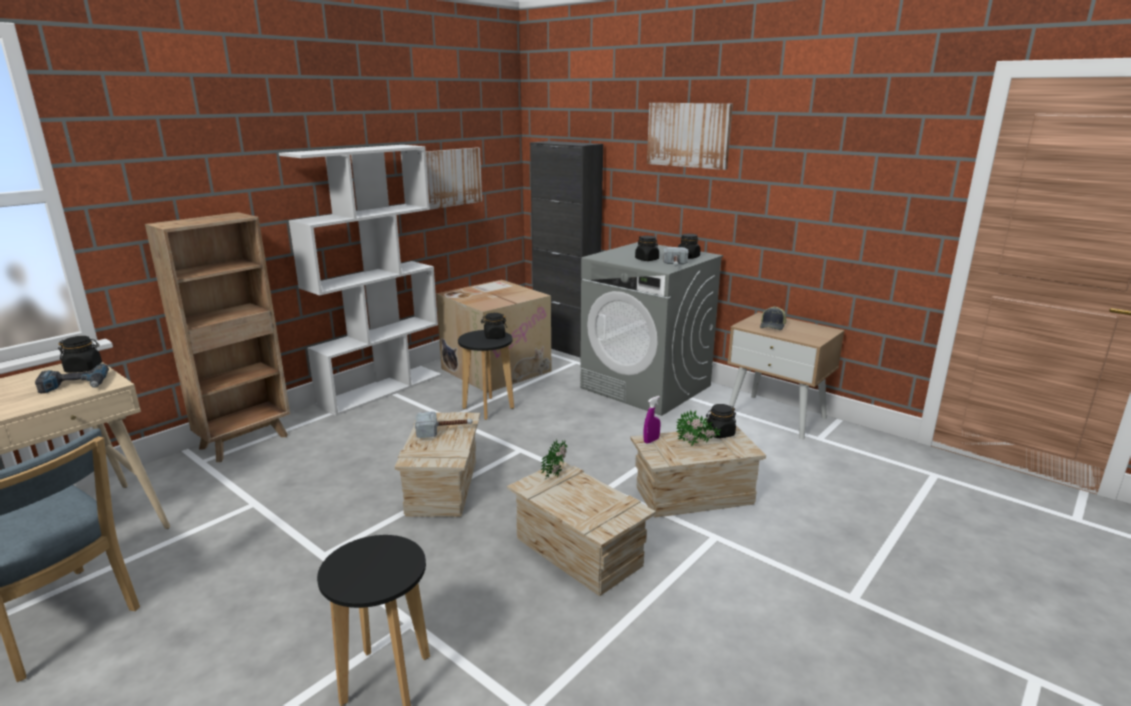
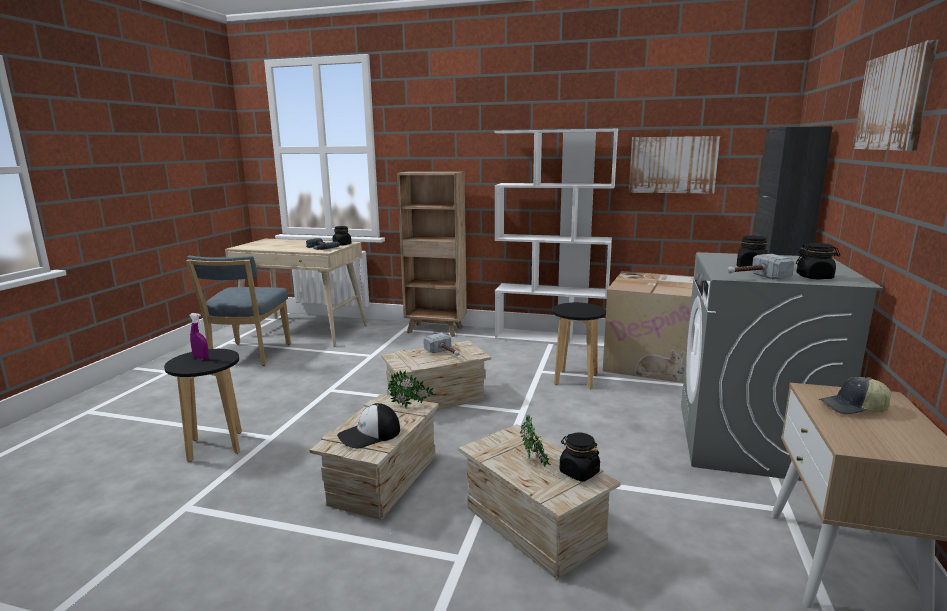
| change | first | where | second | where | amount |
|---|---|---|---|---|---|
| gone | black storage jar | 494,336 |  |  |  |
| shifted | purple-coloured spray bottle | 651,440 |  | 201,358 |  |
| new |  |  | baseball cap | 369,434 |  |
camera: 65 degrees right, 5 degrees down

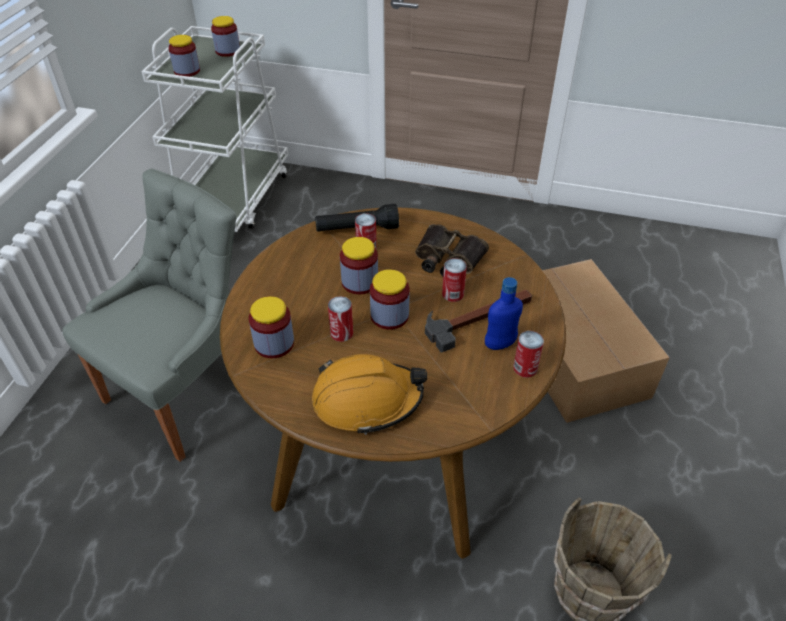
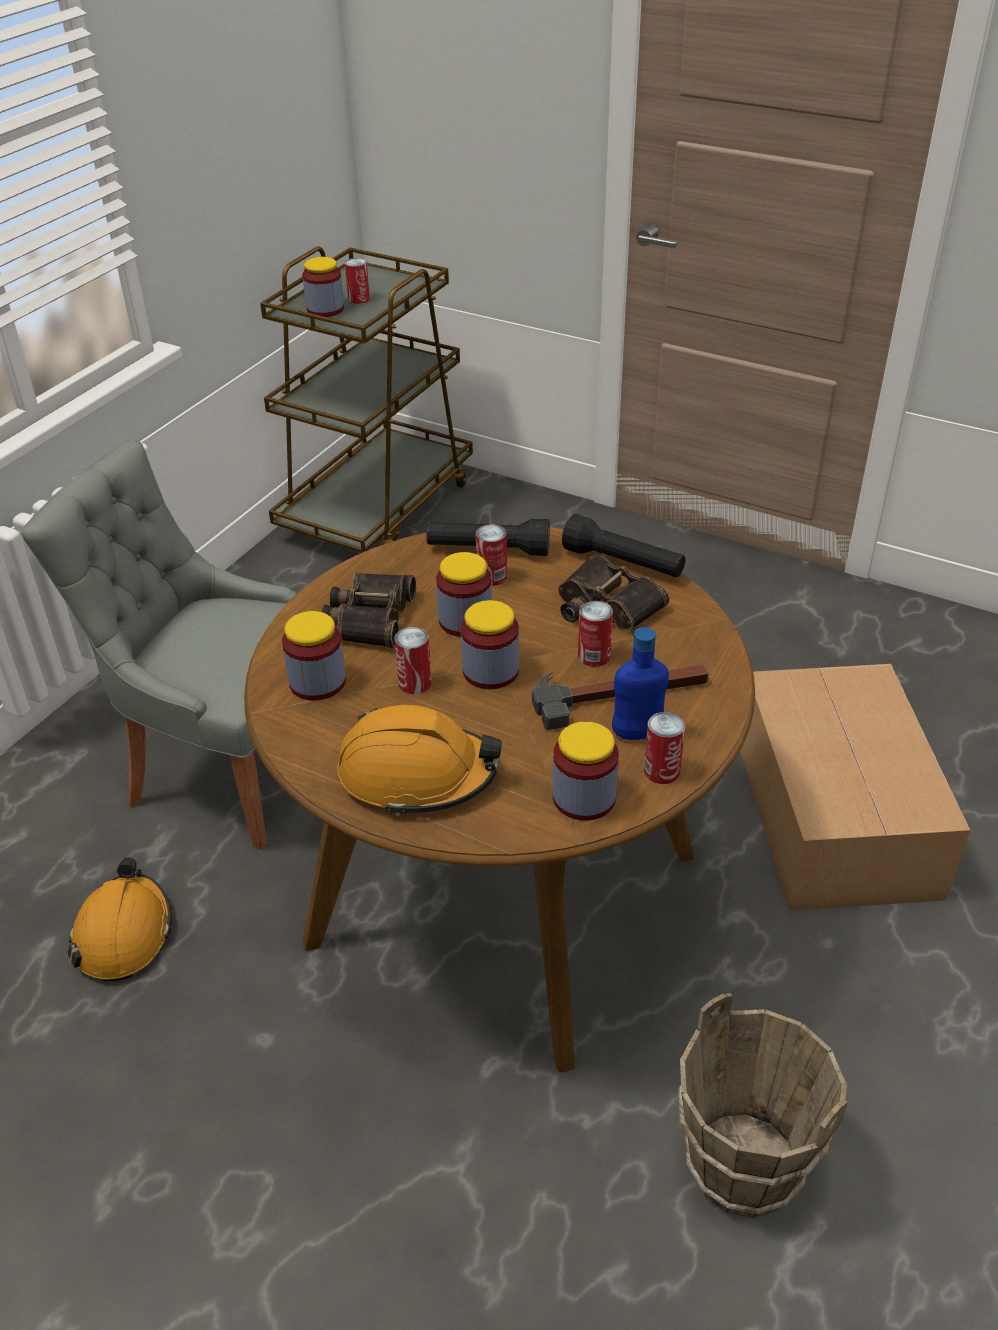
| change | first | where | second | where | amount |
|---|---|---|---|---|---|
| rotated | gray upright chair | 185,392 |  | 230,766 | 120 degrees counterclockwise |
| repainted | whitish wheeled cart | 233,197 | brown wheeled cart | 377,506 |  |
| shifted | storage jar | 228,51 |  | 584,798 |  |
| new |  |  | orangey safety helmet | 123,933 |  |
| new |  |  | pair of binoculars | 369,617 |  |
| new |  |  | can | 359,299 |  |
| new |  |  | black flashlight | 623,563 |  |
camera: 15 degrees right, 5 degrees down

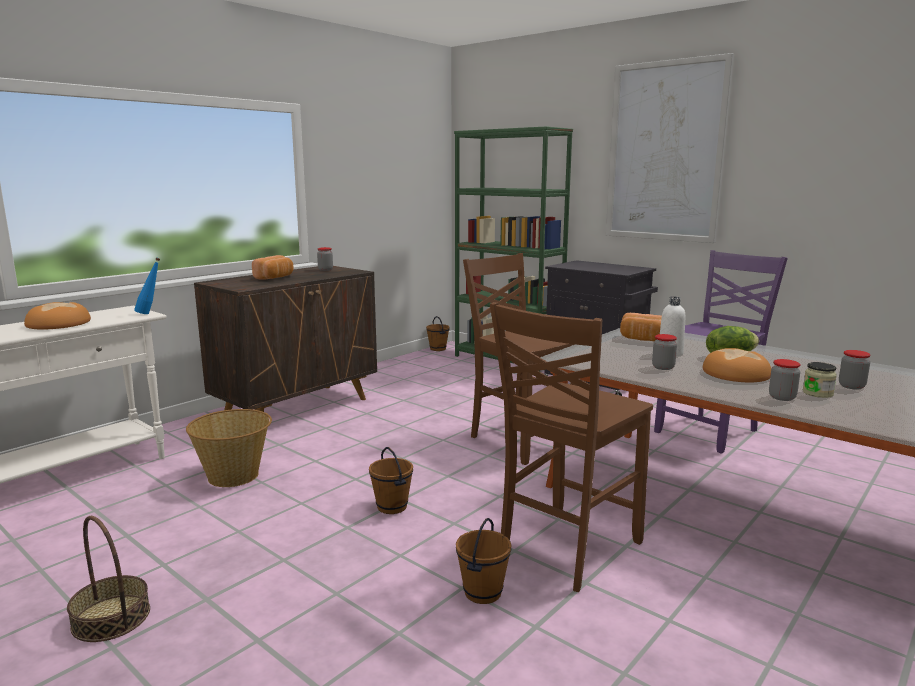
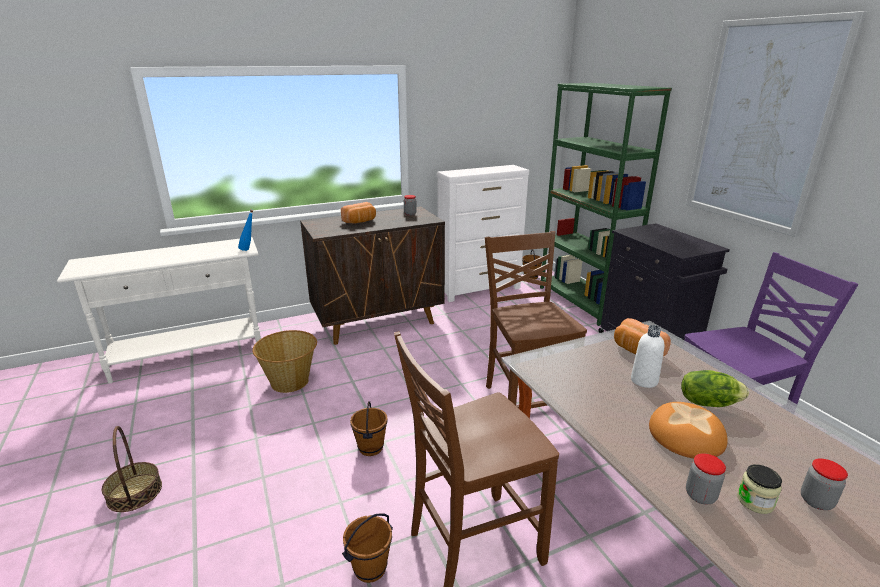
| change | first | where | second | where | amount |
|---|---|---|---|---|---|
| gone | baked bread | 58,324 |  |  |  |
| gone | storage jar | 663,367 |  |  |  |
| new |  |  | whitish chest of drawers | 480,290 |  |
camera: 25 degrees right, 10 degrees up

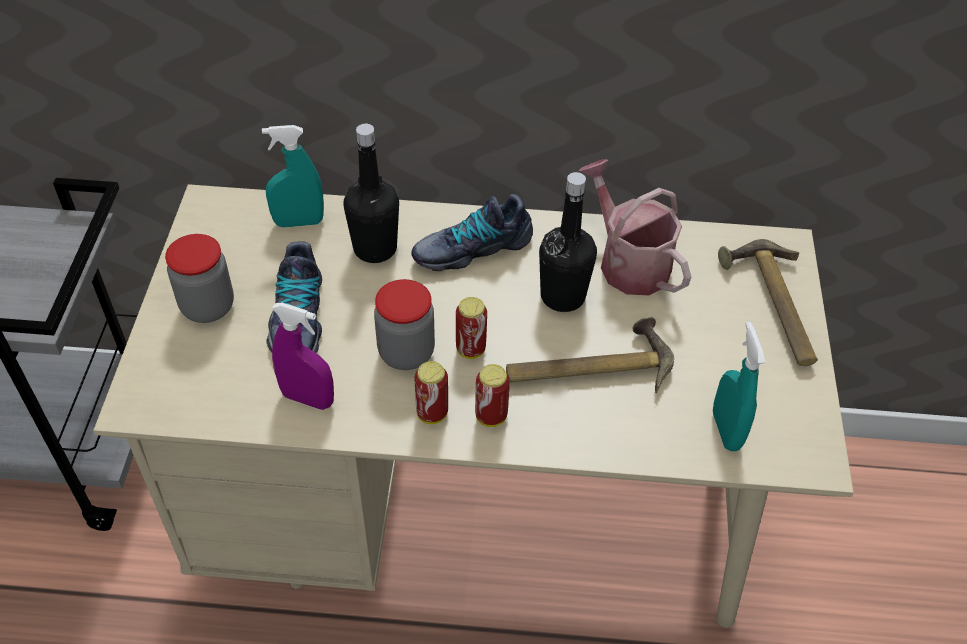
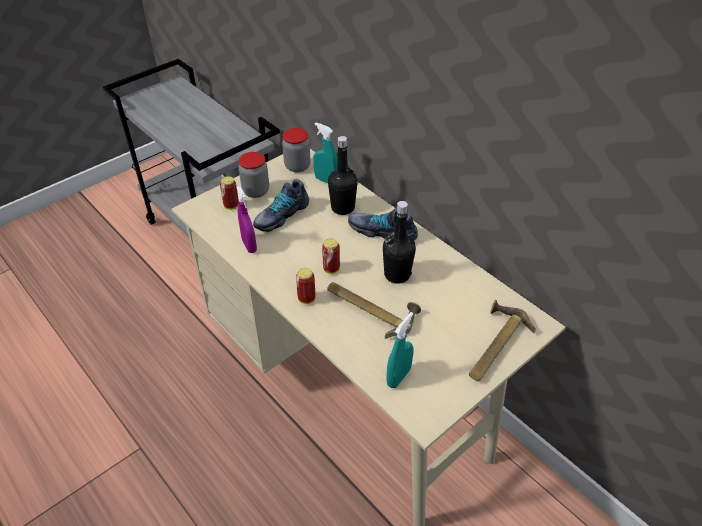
| change | first | where | second | where | amount |
|---|---|---|---|---|---|
| shifted | storage jar | 406,353 |  | 297,166 |  |
| shifted | can | 432,413 |  | 231,206 |  |
| gone | watering pot | 628,262 |  |  |  |
camera: 45 degrees right, 5 degrees down

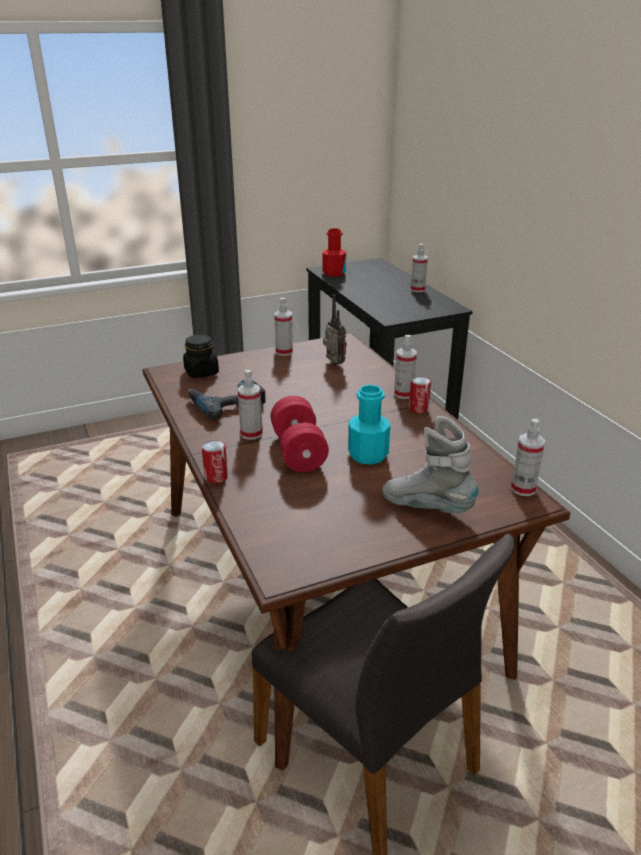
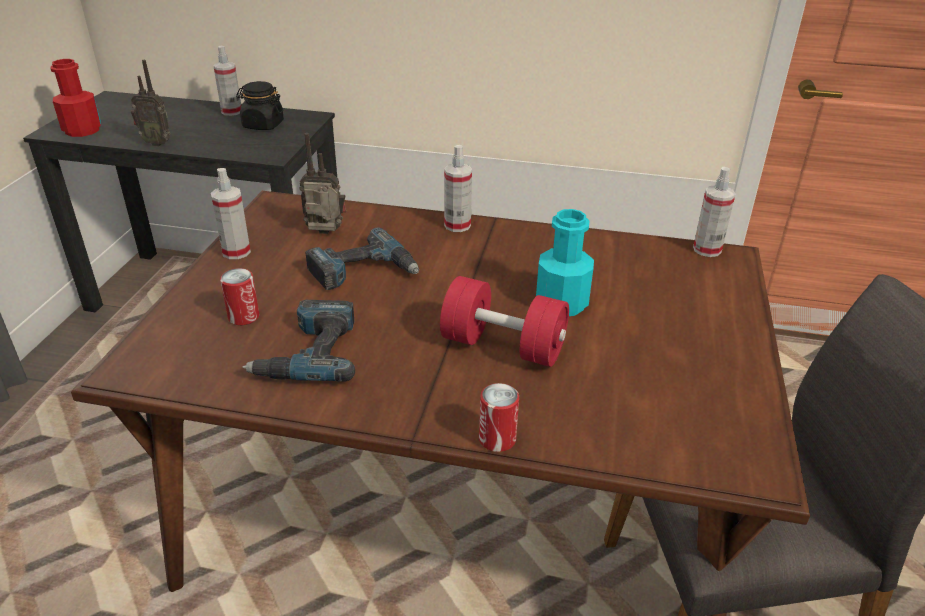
| change | first | where | second | where | amount |
|---|---|---|---|---|---|
| shifted | black storage jar | 201,372 |  | 263,125 |  |
| gone | spray bottle | 251,434 |  |  |  |
| gone | gray tall boot | 427,507 |  |  |  |
| shifted | can | 418,409 |  | 243,317 |  |
| new |  |  | radio | 157,143 |  |
| new |  |  | drill | 363,271 |  |
camera: 55 degrees left, 5 degrees up

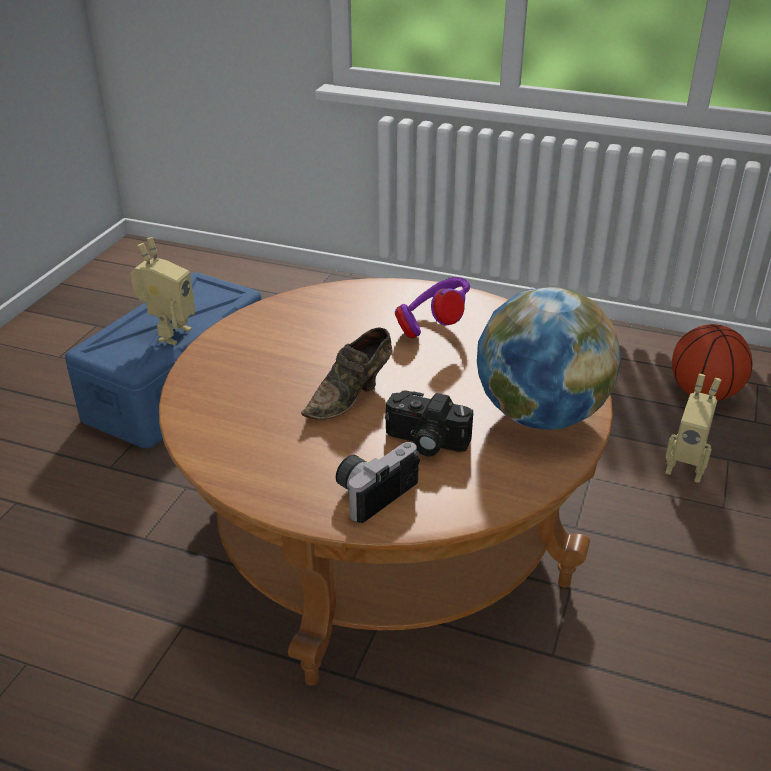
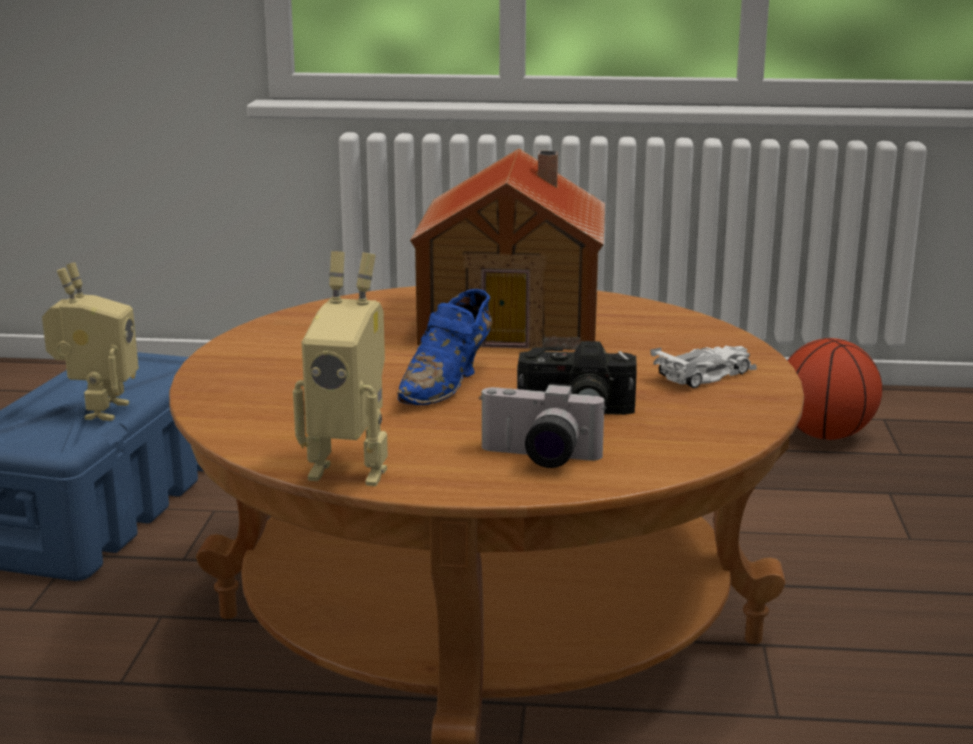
| change | first | where | second | where | amount |
|---|---|---|---|---|---|
| repainted | brown item of footwear | 351,396 | bluish item of footwear | 448,384 |  |
| rotated | still camera | 373,491 |  | 538,458 | 105 degrees counterclockwise |
| swapped | purple-coloured headset | 434,327 | miniature house | 516,319 |  |
| swapped | world globe | 539,415 | whitish miniature car | 705,375 |  |
| shifted | model robot | 685,468 |  | 351,469 |  |
camera: 15 degrees left, 15 degrees down

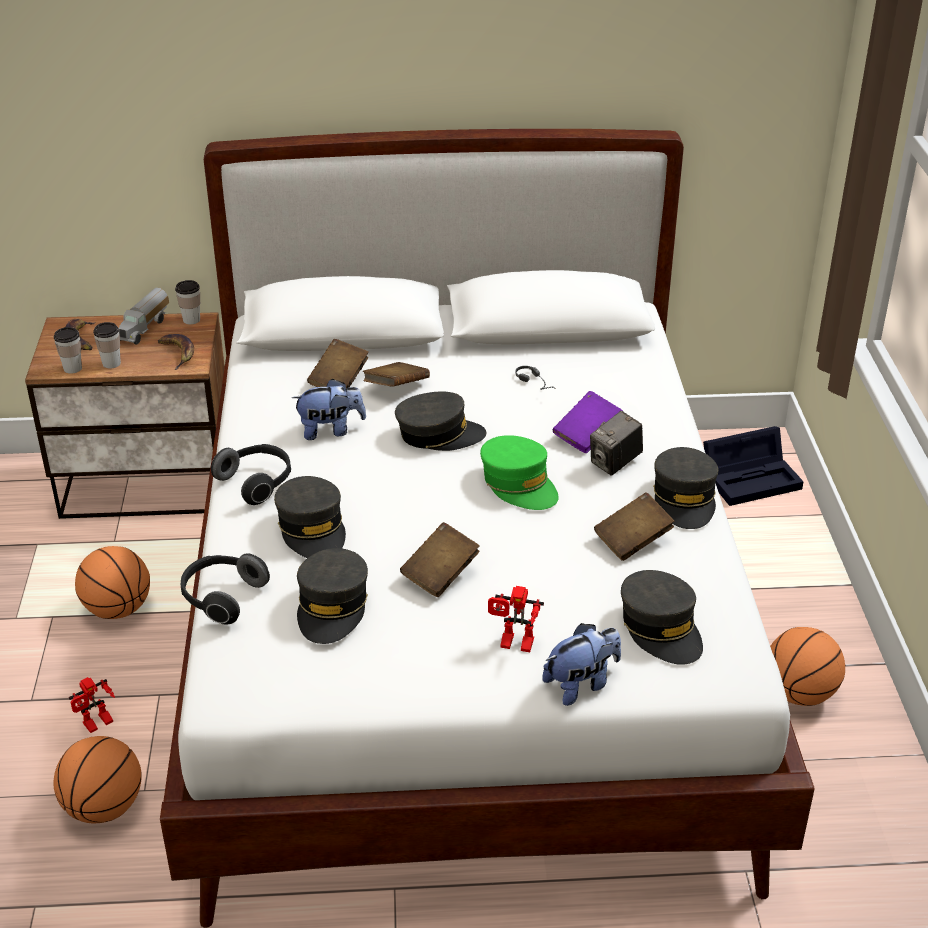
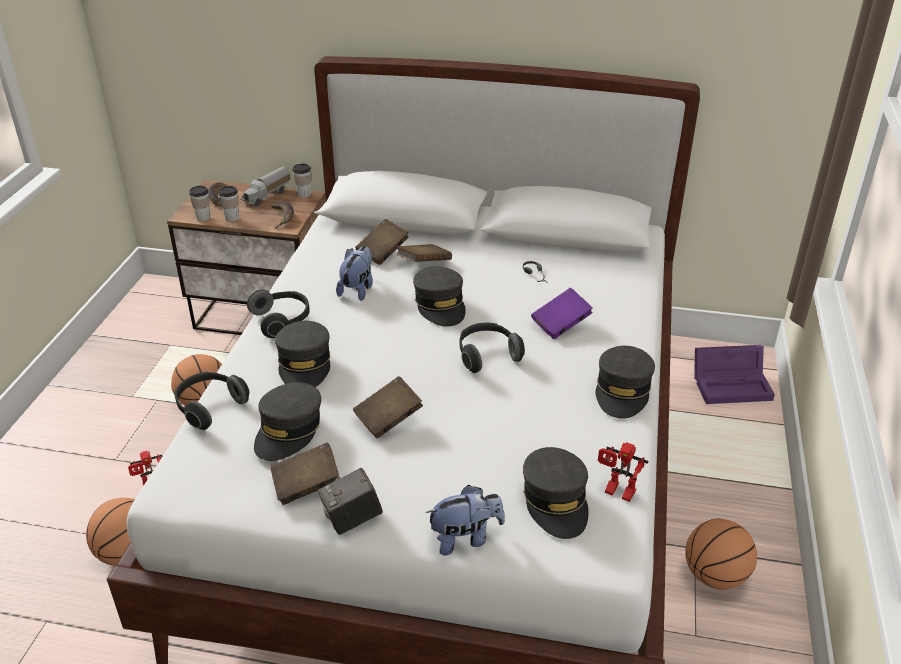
| change | first | where | second | where | amount |
|---|---|---|---|---|---|
| rotated | cuddly toy | 330,430 |  | 358,289 | 75 degrees counterclockwise |
| rotated | gray baseball cap | 439,434 |  | 440,305 | 60 degrees clockwise |
| swapped | greenish baseball cap | 519,484 | headset | 487,355 |  |
| shifted | model robot | 513,645 |  | 616,493 |  |
| shifted | still camera | 615,463 |  | 352,520 |  |
| shifted | brown book | 633,540 |  | 306,486 |  |
| repainted | black storage box | 752,478 | purple-coloured storage box | 733,384 |  |
camera: 15 degrees right, 0 degrees up

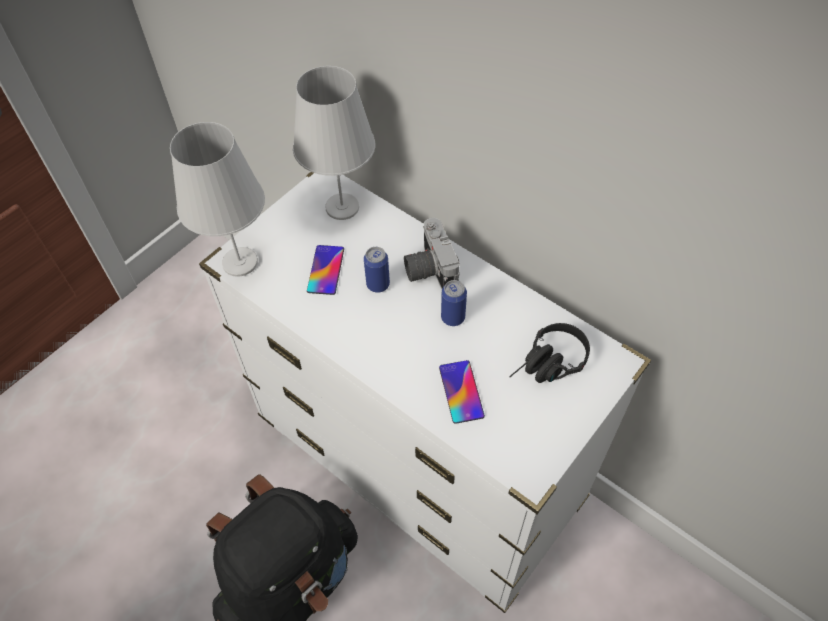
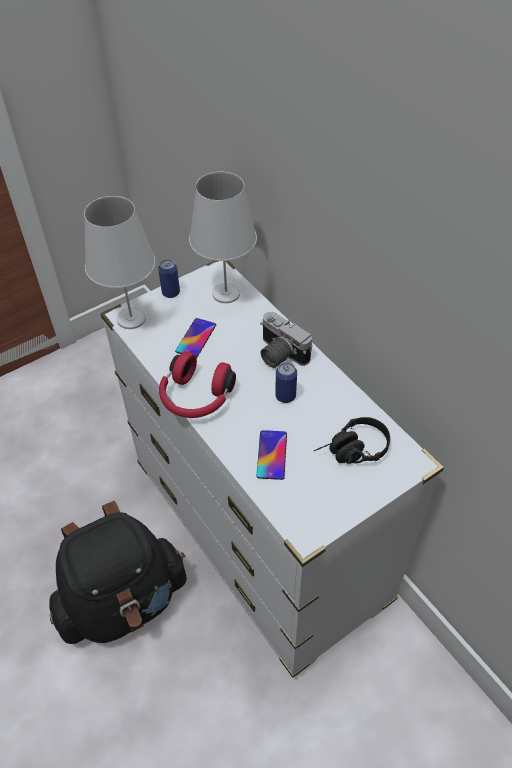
| change | first | where | second | where | amount |
|---|---|---|---|---|---|
| shifted | can | 378,284 |  | 171,293 |  |
| rotated | still camera | 428,269 |  | 278,354 | 45 degrees counterclockwise |
| new |  |  | red-coloured headset | 195,398 |  |
camera: 15 degrees right, 5 degrees down

